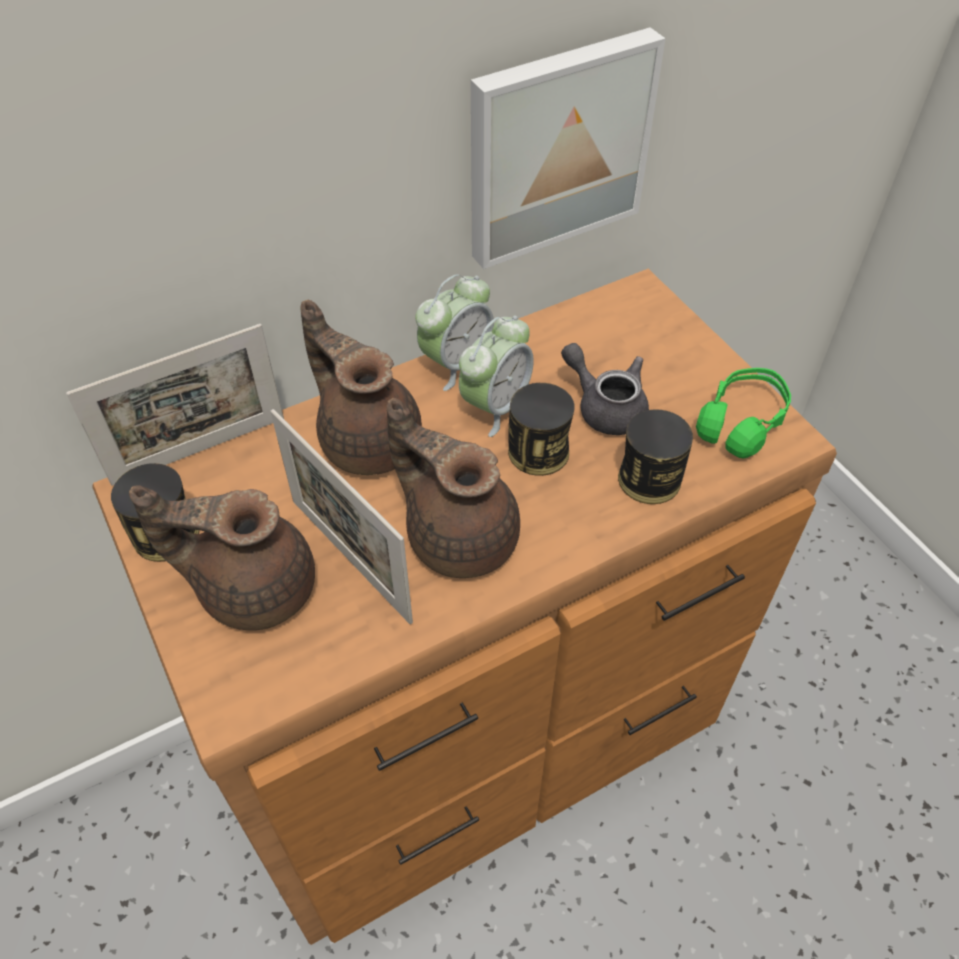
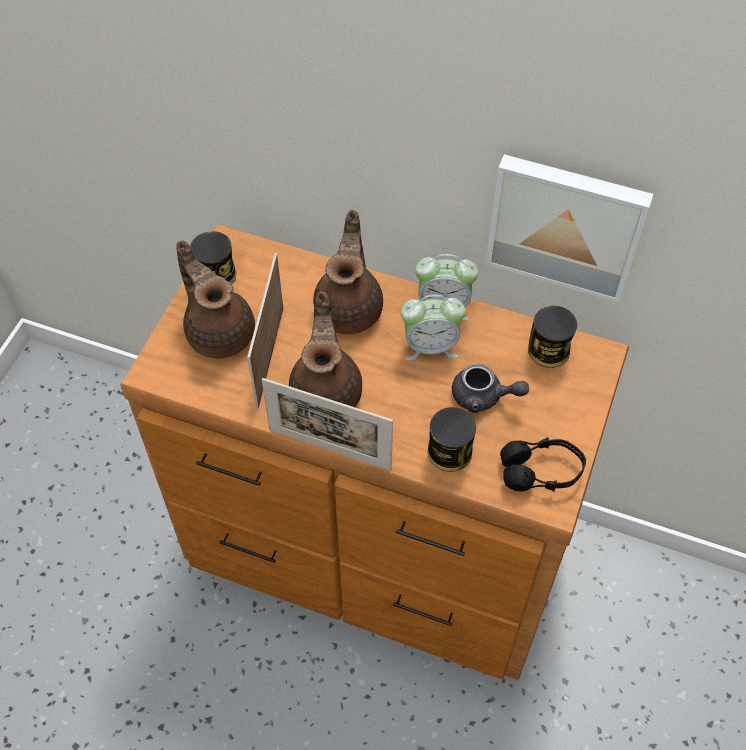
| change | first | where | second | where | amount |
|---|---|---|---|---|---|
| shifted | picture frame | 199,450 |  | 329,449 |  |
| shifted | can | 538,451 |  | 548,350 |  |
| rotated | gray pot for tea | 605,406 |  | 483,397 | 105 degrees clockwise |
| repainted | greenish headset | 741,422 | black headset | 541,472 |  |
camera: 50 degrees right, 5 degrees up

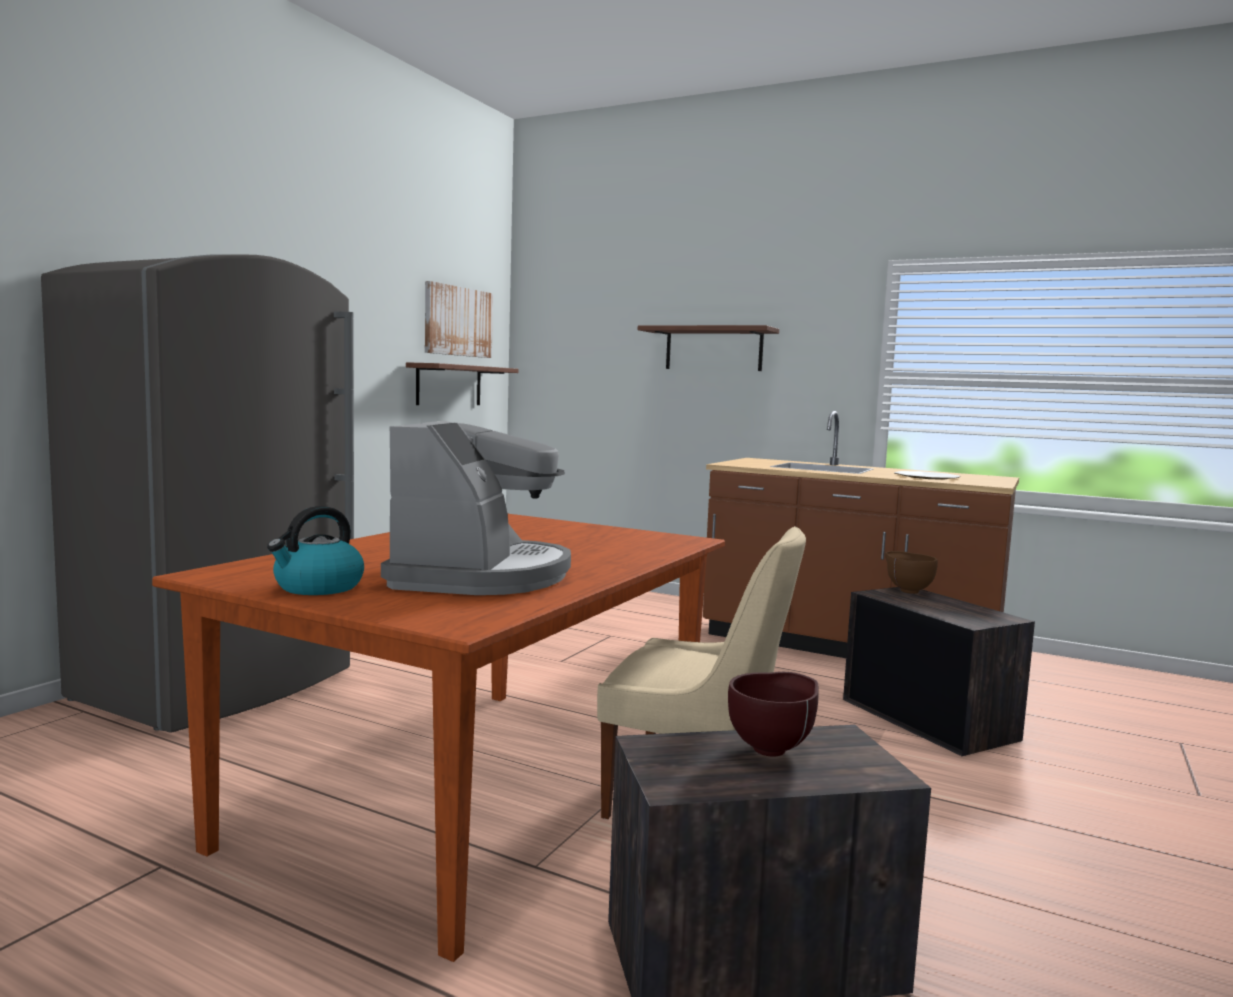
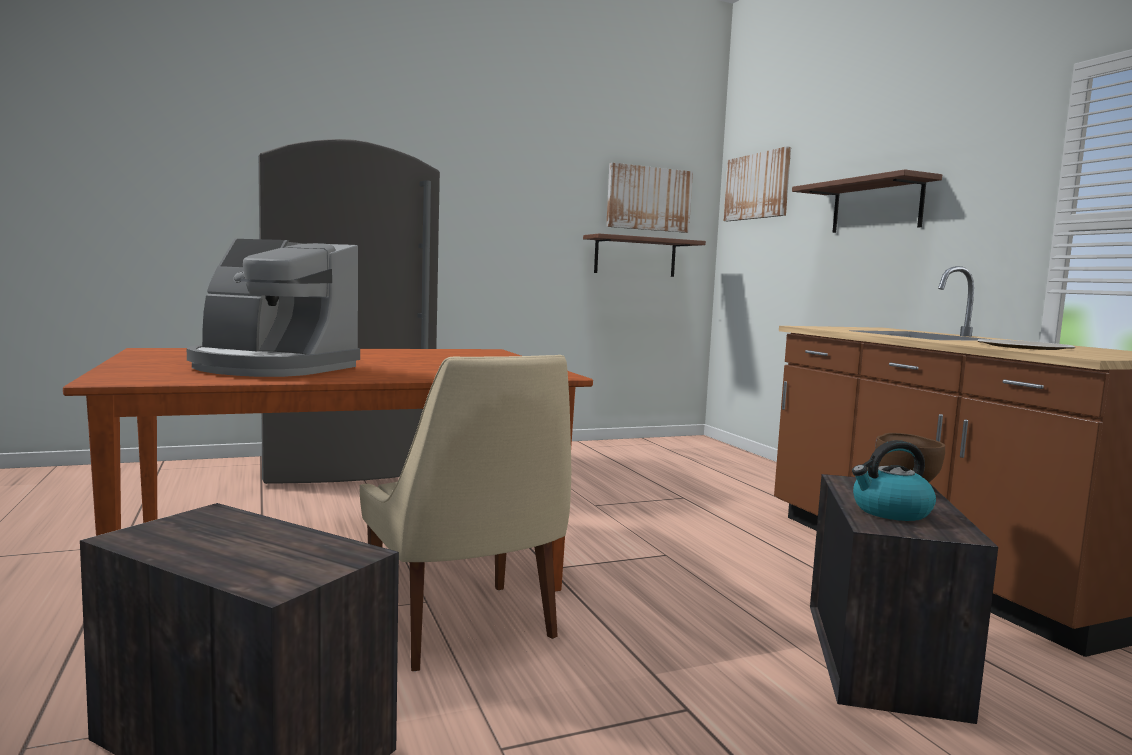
| change | first | where | second | where | amount |
|---|---|---|---|---|---|
| shifted | kettle | 318,587 |  | 890,511 |  |
| rotated | coffee maker | 481,575 |  | 271,367 | 60 degrees clockwise |
| gone | brown deep dish | 772,749 |  |  |  |
| new |  |  | picture | 757,186 |  |
camera: 40 degrees right, 0 degrees up

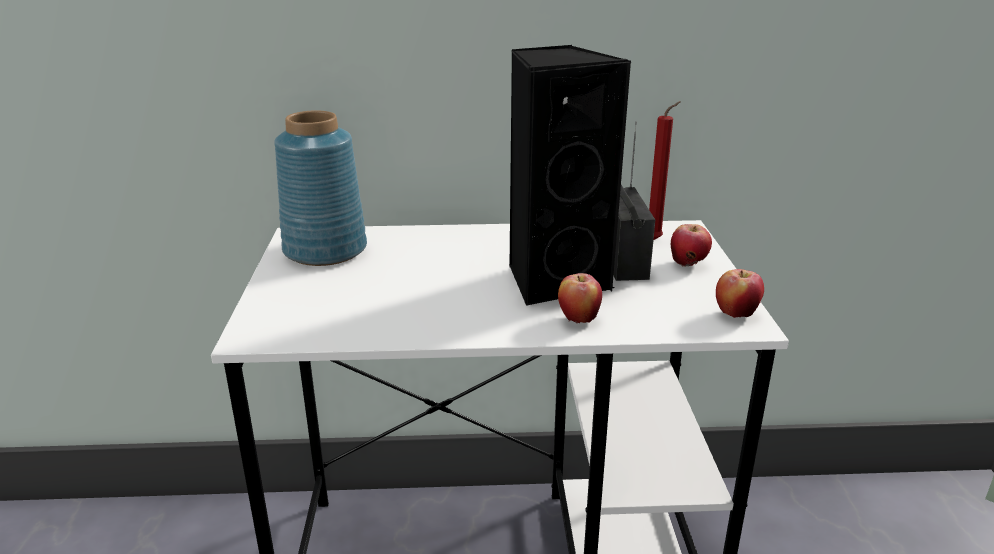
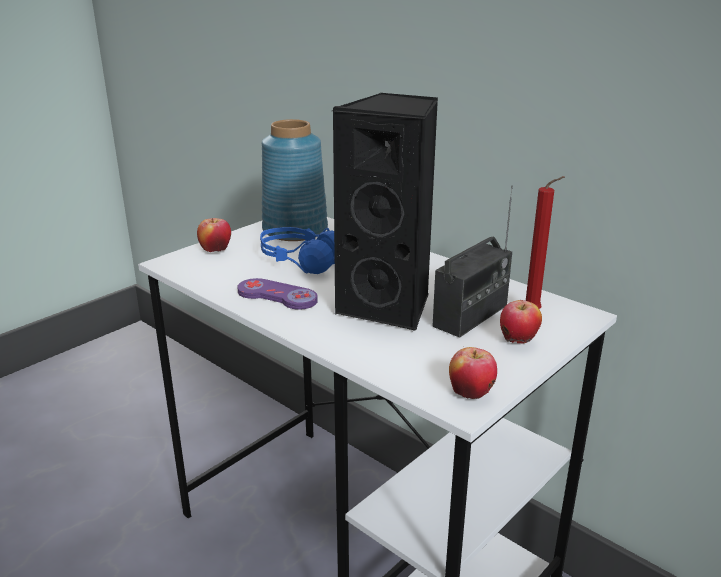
| change | first | where | second | where | amount |
|---|---|---|---|---|---|
| shifted | whole apple | 578,319 |  | 215,250 |  |
| new |  |  | purple-coloured game controller | 277,296 |  |
| new |  |  | bluish headset | 300,261 |  |
camera: 45 degrees right, 0 degrees up

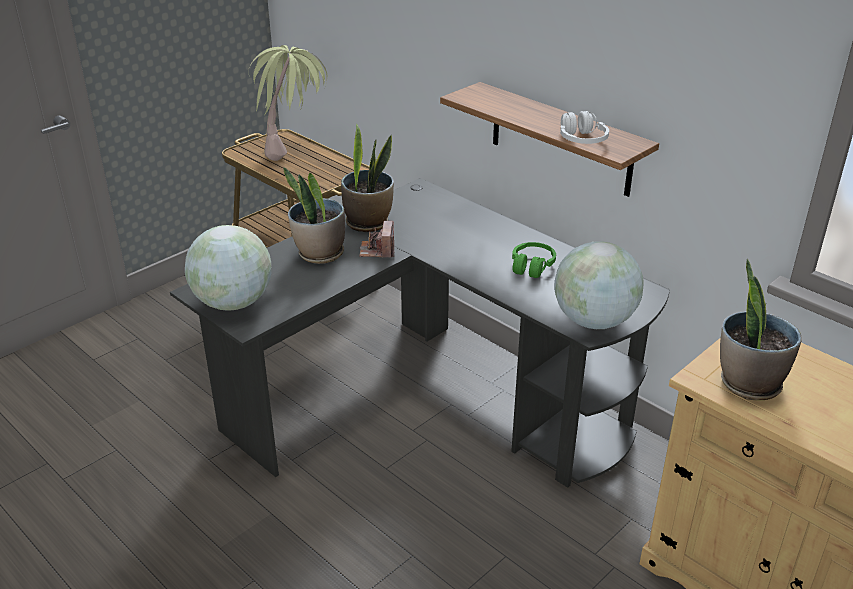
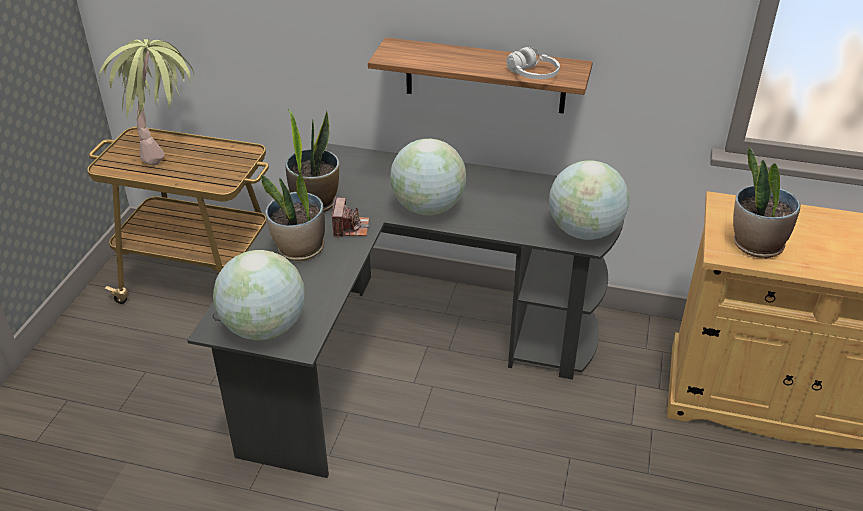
| change | first | where | second | where | amount |
|---|---|---|---|---|---|
| rotated | still camera | 378,250 |  | 350,227 | 150 degrees counterclockwise |
| gone | greenish headset | 532,266 |  |  |  |
| new |  |  | world globe | 428,208 |  |
camera: 30 degrees left, 5 degrees up

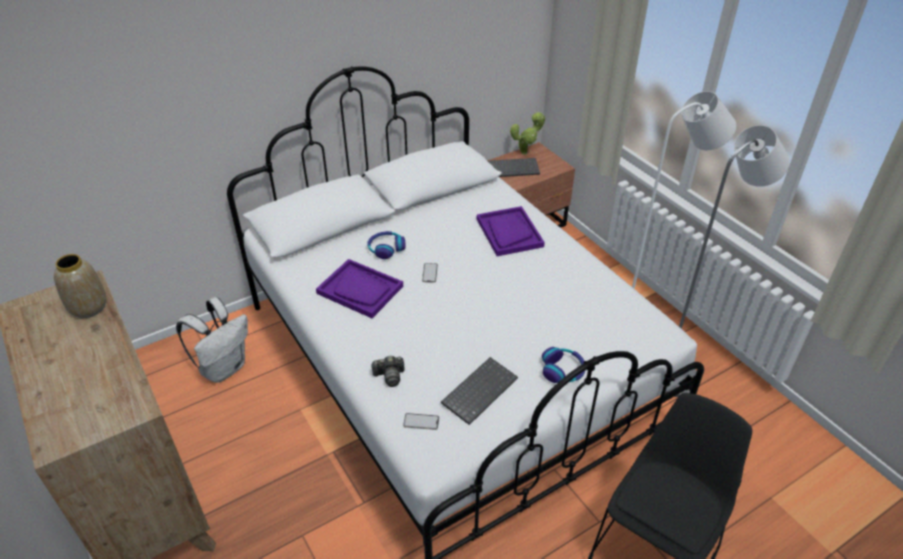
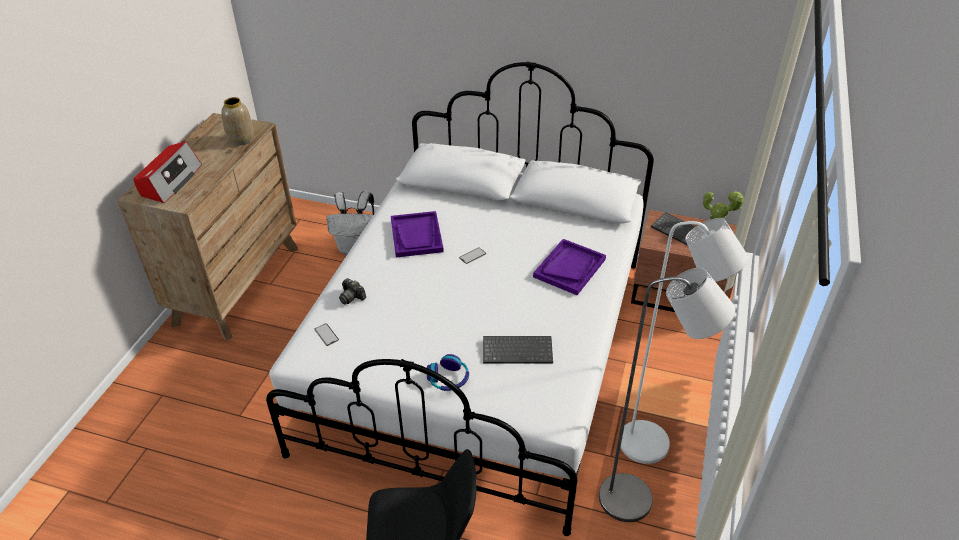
| change | first | where | second | where | amount |
|---|---|---|---|---|---|
| gone | headset | 386,248 |  |  |  |
| shifted | PC keyboard | 479,390 |  | 518,350 |  |
| new |  |  | radio | 170,181 |  |
camera: 50 degrees right, 0 degrees up

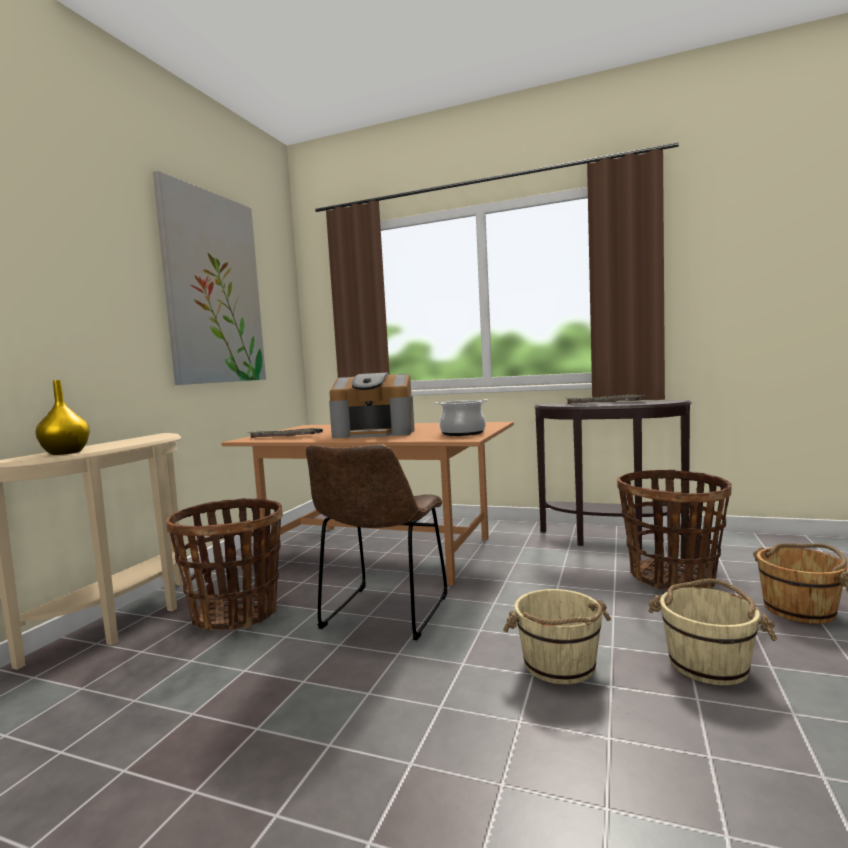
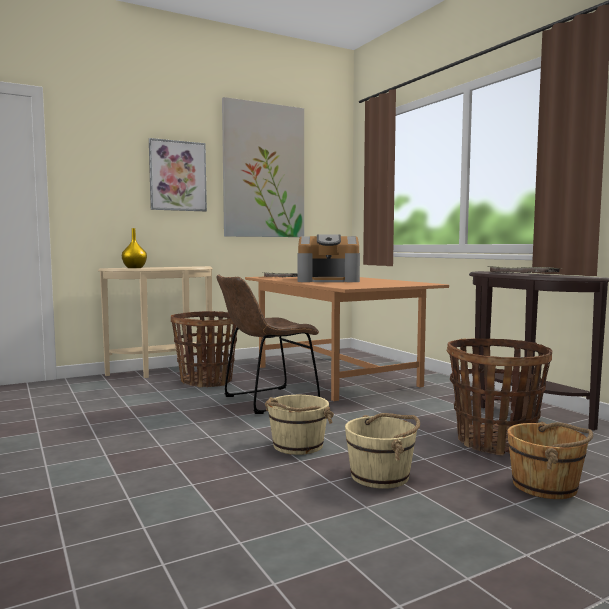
| change | first | where | second | where | amount |
|---|---|---|---|---|---|
| rotated | coffee maker | 375,433 |  | 328,280 | 45 degrees counterclockwise |
| gone | stockpot | 462,433 |  |  |  |
| new |  |  | picture | 177,176 |  |
camera: 40 degrees right, 0 degrees up

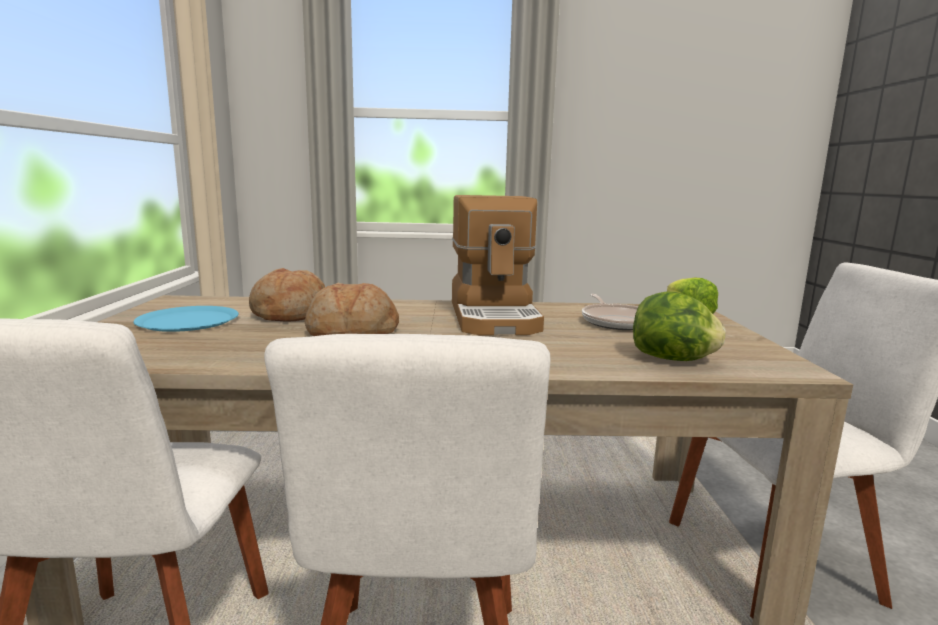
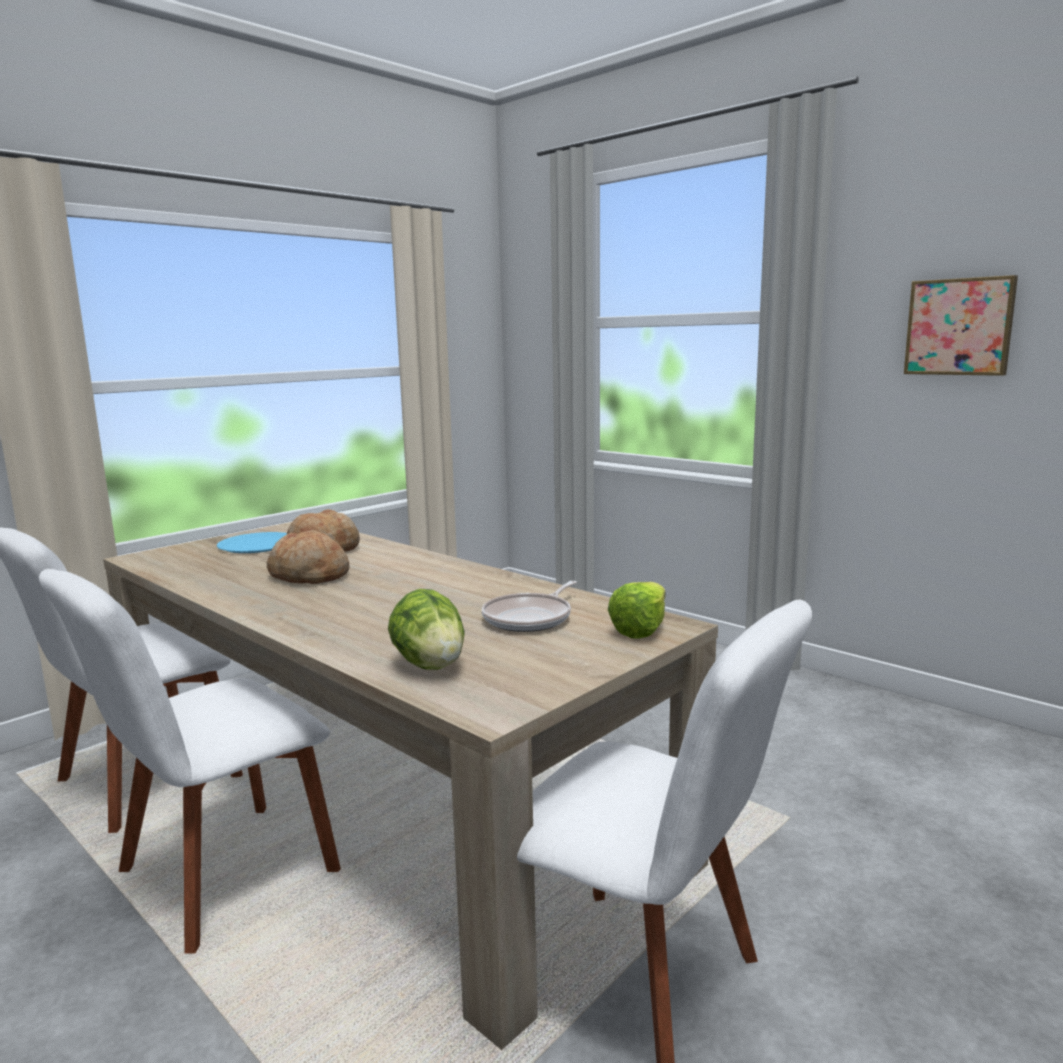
| change | first | where | second | where | amount |
|---|---|---|---|---|---|
| gone | coffee maker | 495,316 |  |  |  |
| new |  |  | picture | 959,327 |  |
camera: 45 degrees right, 0 degrees up

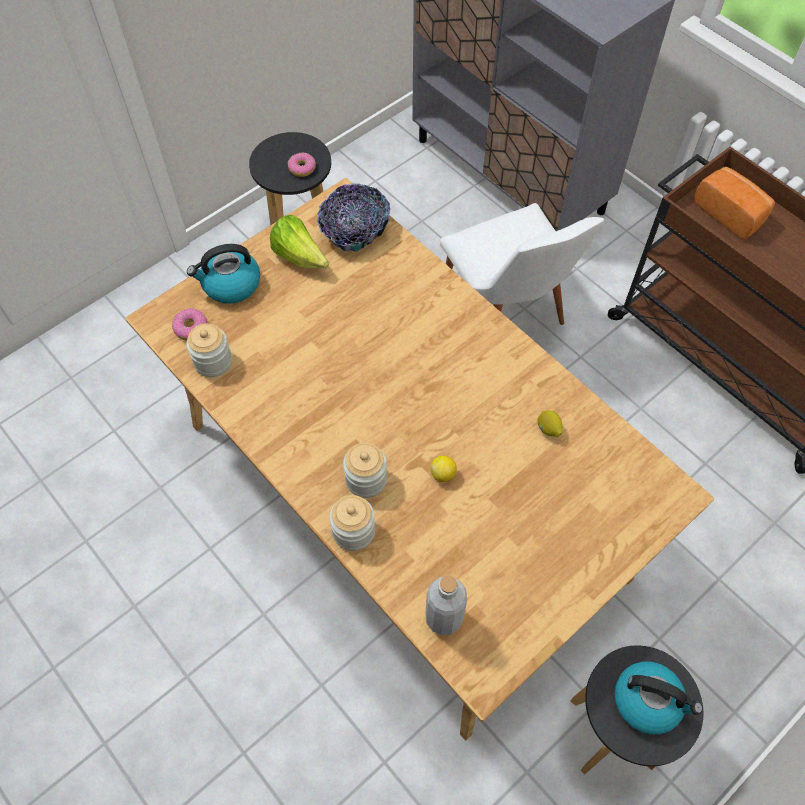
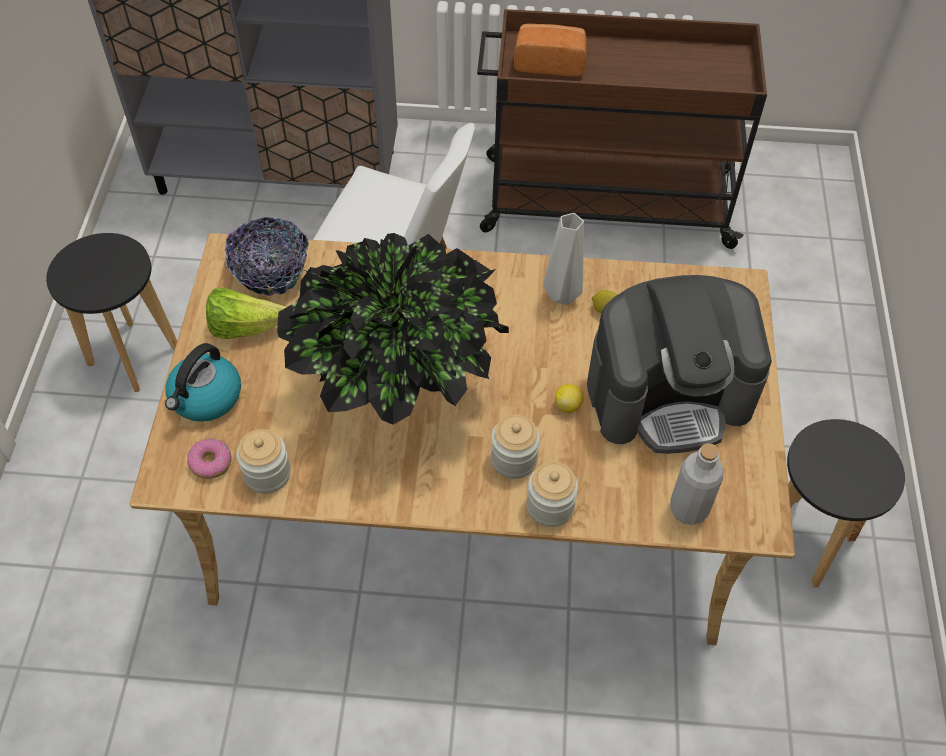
| change | first | where | second | where | amount |
|---|---|---|---|---|---|
| gone | ring doughnut | 302,168 |  |  |  |
| gone | kettle | 648,701 |  |  |  |
| new |  |  | houseplant | 396,386 |  |
| new |  |  | gray decorative vase | 564,296 |  |
| new |  |  | coffee maker | 669,394 |  |
camera: 45 degrees left, 5 degrees down

